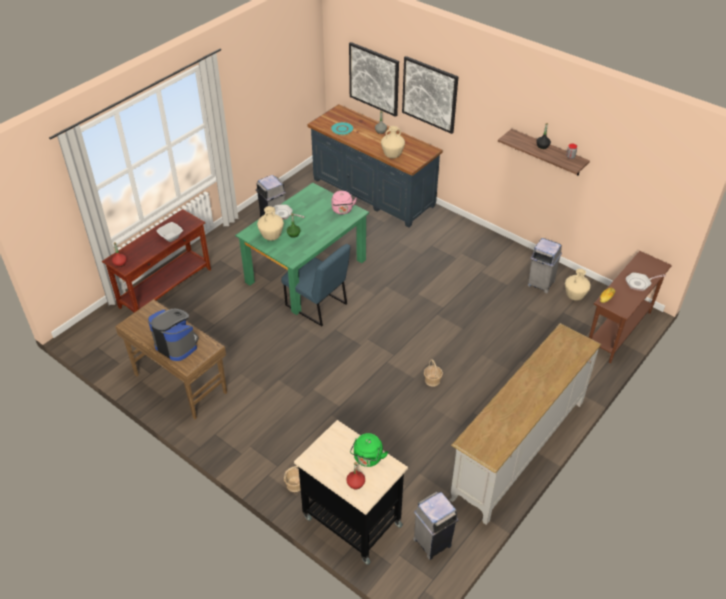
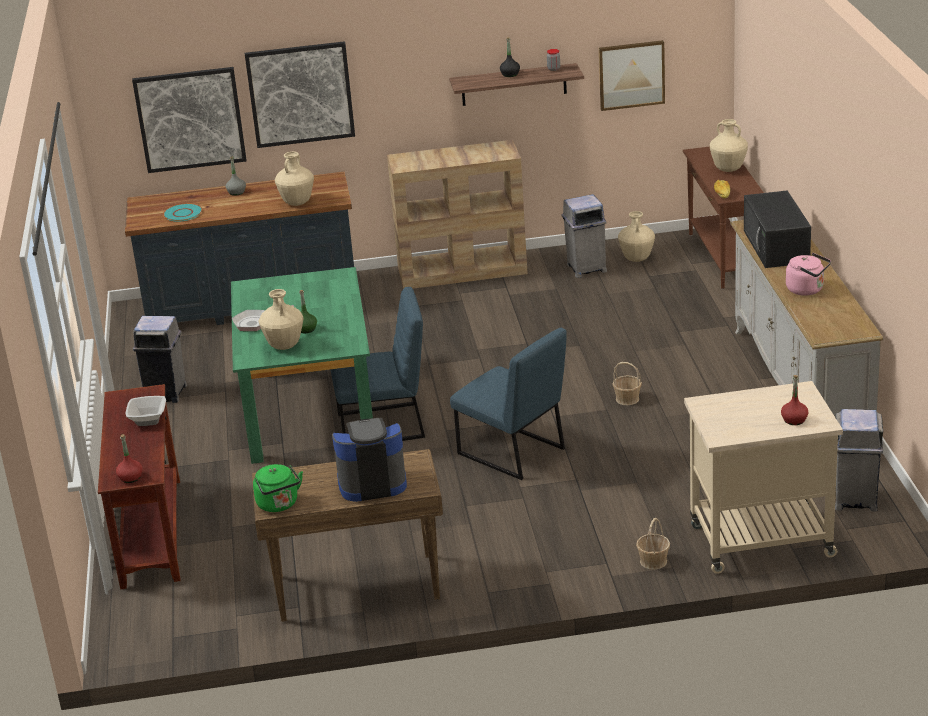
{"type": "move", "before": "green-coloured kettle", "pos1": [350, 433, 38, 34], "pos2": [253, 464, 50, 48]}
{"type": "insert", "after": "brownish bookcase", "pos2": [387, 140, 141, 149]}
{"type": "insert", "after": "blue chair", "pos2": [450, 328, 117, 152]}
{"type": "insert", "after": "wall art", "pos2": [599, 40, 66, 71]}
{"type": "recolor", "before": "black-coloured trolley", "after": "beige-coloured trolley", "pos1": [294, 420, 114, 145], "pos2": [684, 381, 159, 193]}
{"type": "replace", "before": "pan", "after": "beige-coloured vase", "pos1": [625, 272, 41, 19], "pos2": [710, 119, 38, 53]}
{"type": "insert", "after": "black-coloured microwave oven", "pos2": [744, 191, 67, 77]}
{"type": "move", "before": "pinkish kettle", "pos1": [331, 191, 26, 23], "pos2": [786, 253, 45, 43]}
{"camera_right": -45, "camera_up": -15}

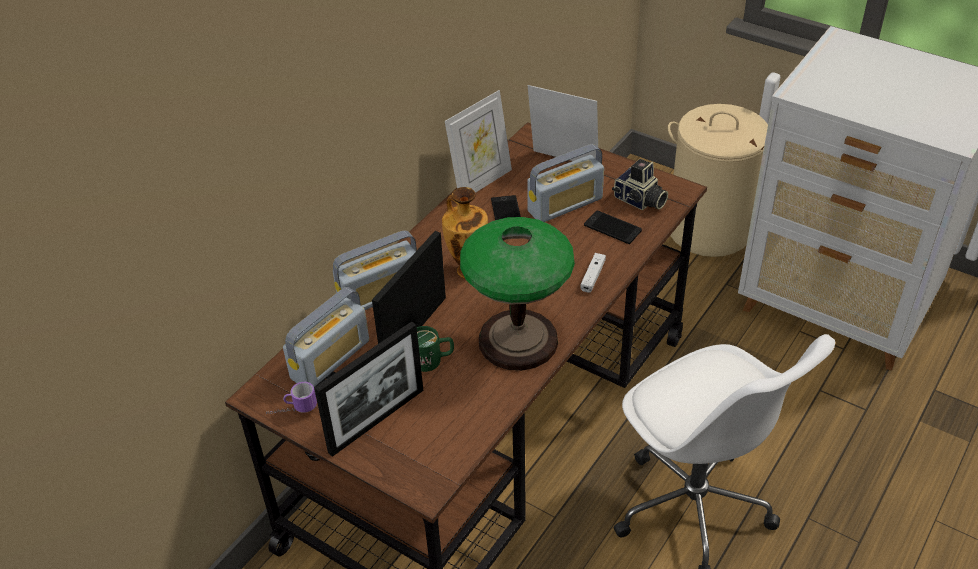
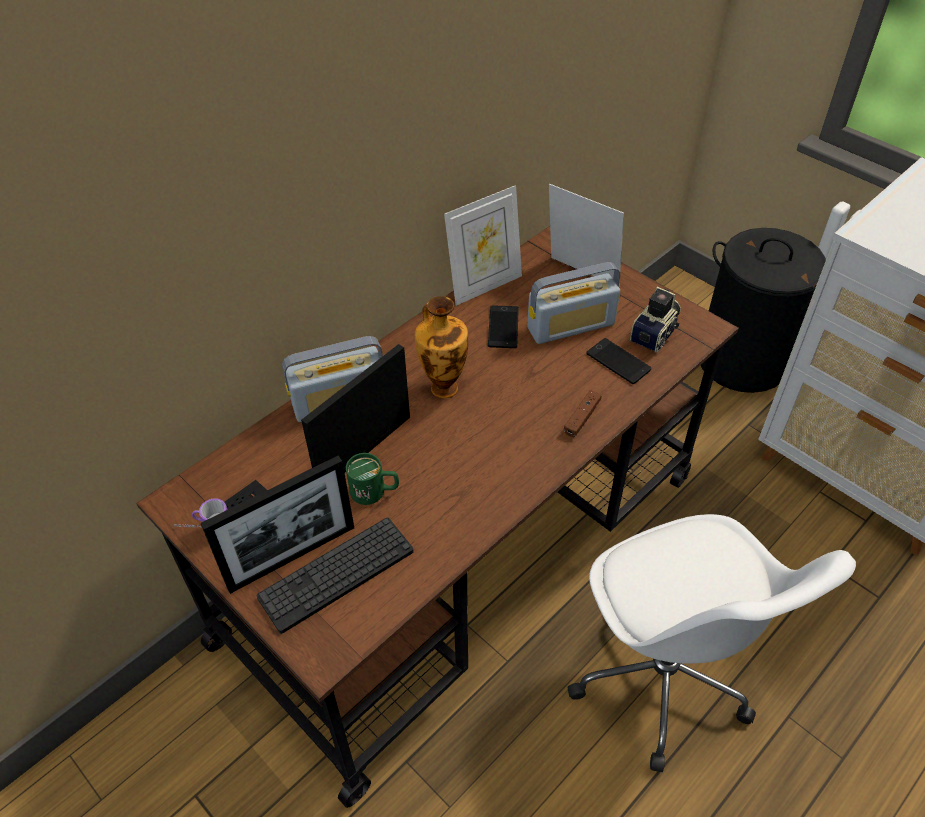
{"type": "insert", "after": "computer keyboard", "pos2": [257, 518, 157, 116]}
{"type": "recolor", "before": "whitish joypad", "after": "brownish joypad", "pos1": [581, 253, 25, 40], "pos2": [564, 390, 37, 47]}
{"type": "rotate", "before": "photo camera", "pos1": [612, 159, 56, 51], "pos2": [630, 287, 51, 65], "turn": -105}
{"type": "recolor", "before": "beige-coloured laundry basket", "after": "black-coloured laundry basket", "pos1": [668, 104, 100, 153], "pos2": [701, 228, 125, 165]}
{"type": "delete", "before": "radio receiver", "pos1": [283, 287, 86, 100]}
{"type": "delete", "before": "tabletop lamp", "pos1": [460, 217, 115, 154]}
{"camera_right": 10, "camera_up": 5}

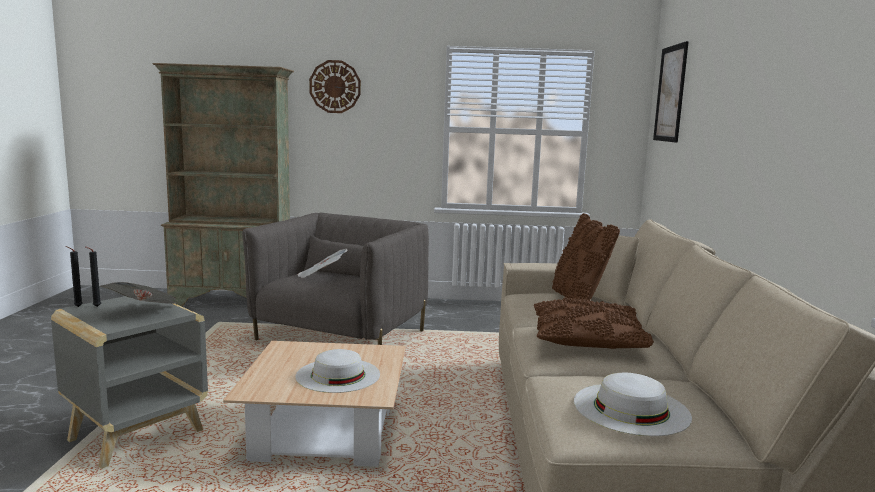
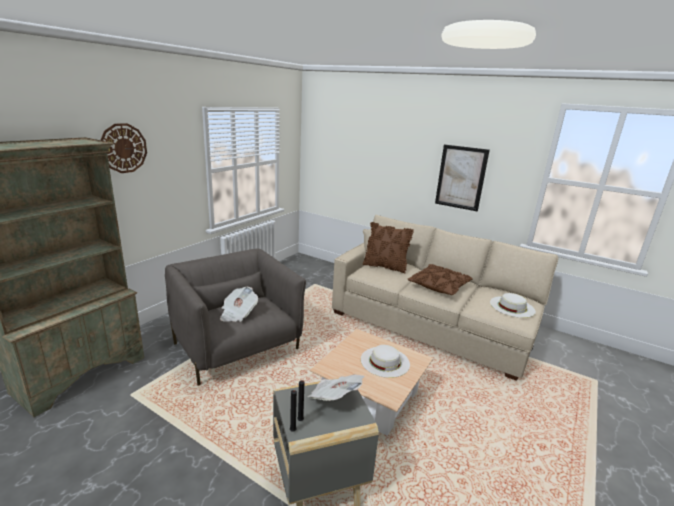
{"type": "move", "before": "wall art", "pos1": [653, 41, 36, 102], "pos2": [435, 144, 55, 67]}
{"camera_right": -60, "camera_up": 10}

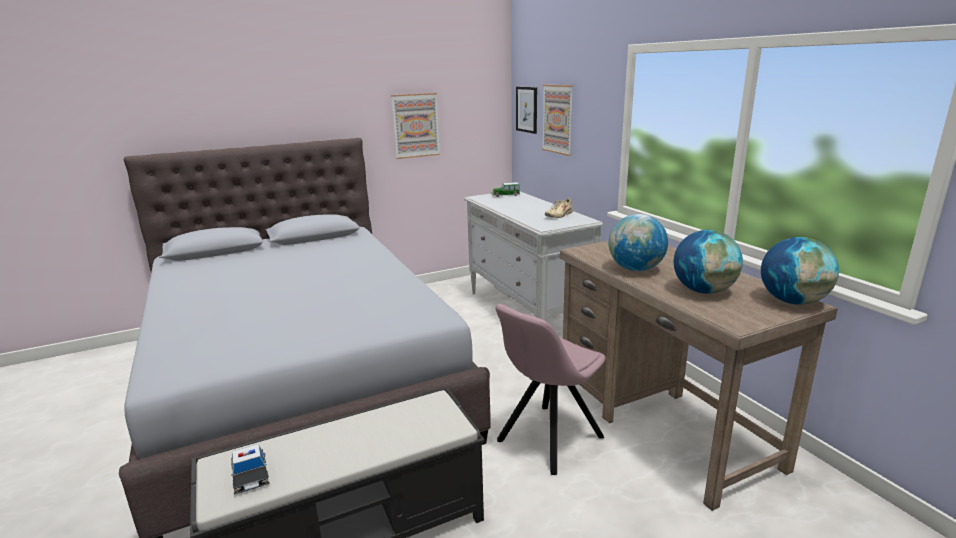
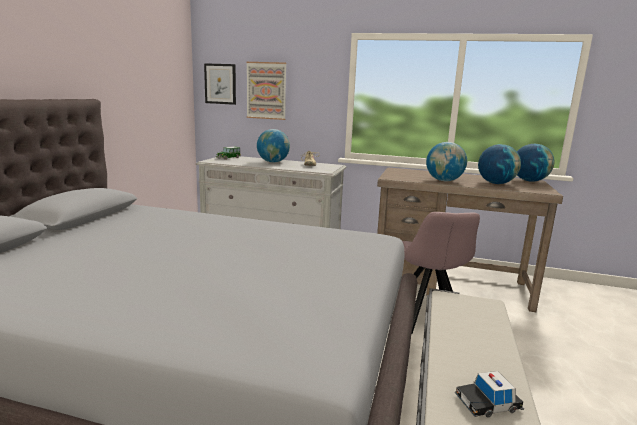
{"type": "insert", "after": "world globe", "pos2": [257, 129, 33, 34]}
{"type": "rotate", "before": "model car", "pos1": [231, 444, 39, 51], "pos2": [455, 371, 69, 47], "turn": 150}
{"type": "delete", "before": "wall art", "pos1": [391, 93, 49, 66]}
{"camera_right": -50, "camera_up": -5}

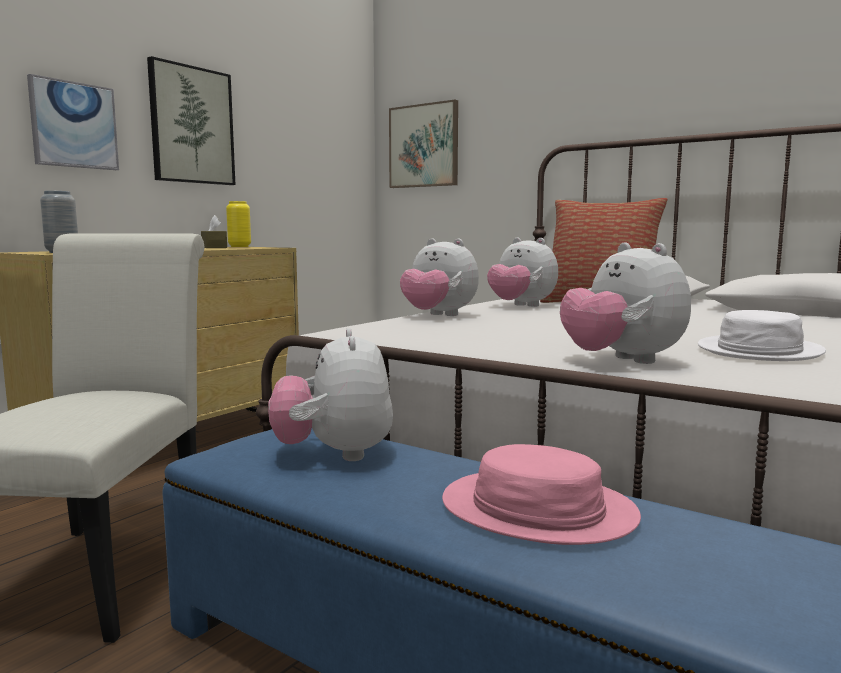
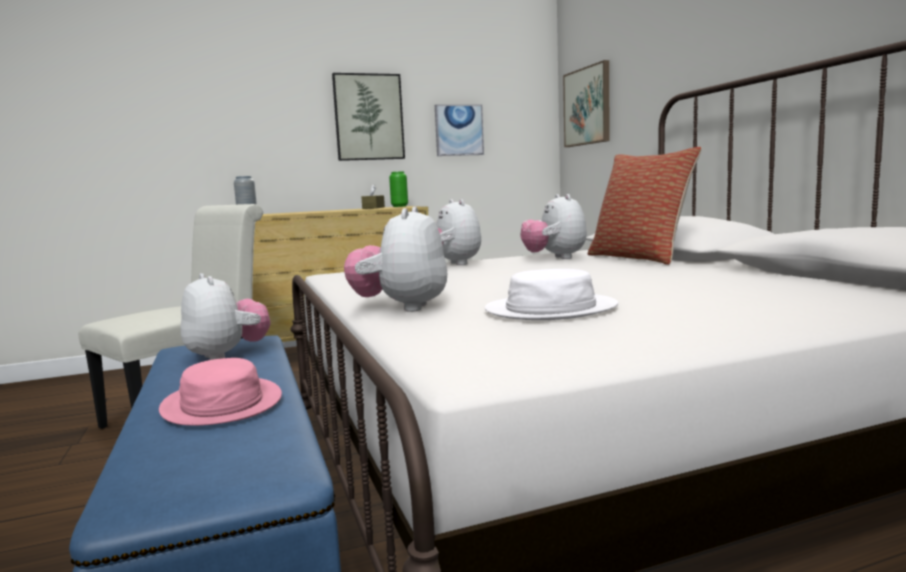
{"type": "rotate", "before": "plush toy", "pos1": [268, 328, 125, 133], "pos2": [181, 273, 90, 87], "turn": 120}
{"type": "recolor", "before": "yellow vase", "after": "green-coloured vase", "pos1": [226, 201, 25, 46], "pos2": [389, 171, 19, 36]}
{"type": "move", "before": "wall art", "pos1": [27, 74, 92, 96], "pos2": [435, 104, 49, 52]}
{"camera_right": 35, "camera_up": 0}

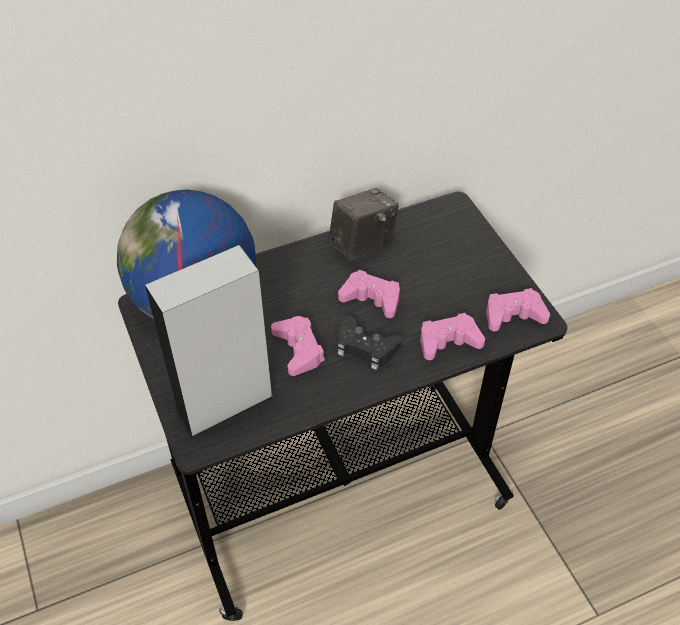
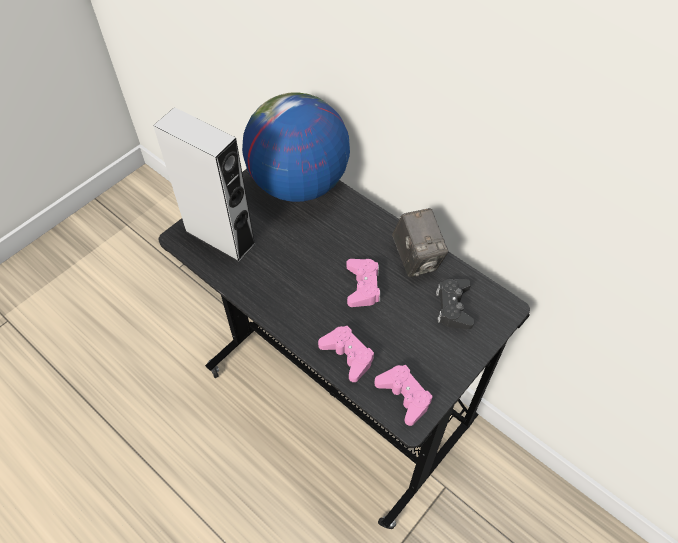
{"type": "rotate", "before": "photo camera", "pos1": [328, 188, 71, 73], "pos2": [392, 208, 57, 69], "turn": 45}
{"type": "move", "before": "black-coloured joypad", "pos1": [337, 316, 65, 54], "pos2": [436, 279, 38, 50]}
{"type": "delete", "before": "pinkish joypad", "pos1": [271, 316, 54, 60]}
{"camera_right": 65, "camera_up": 5}

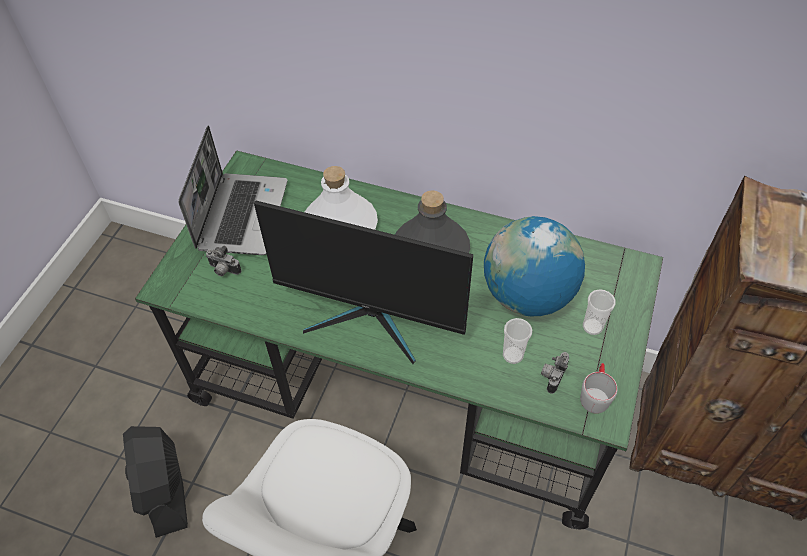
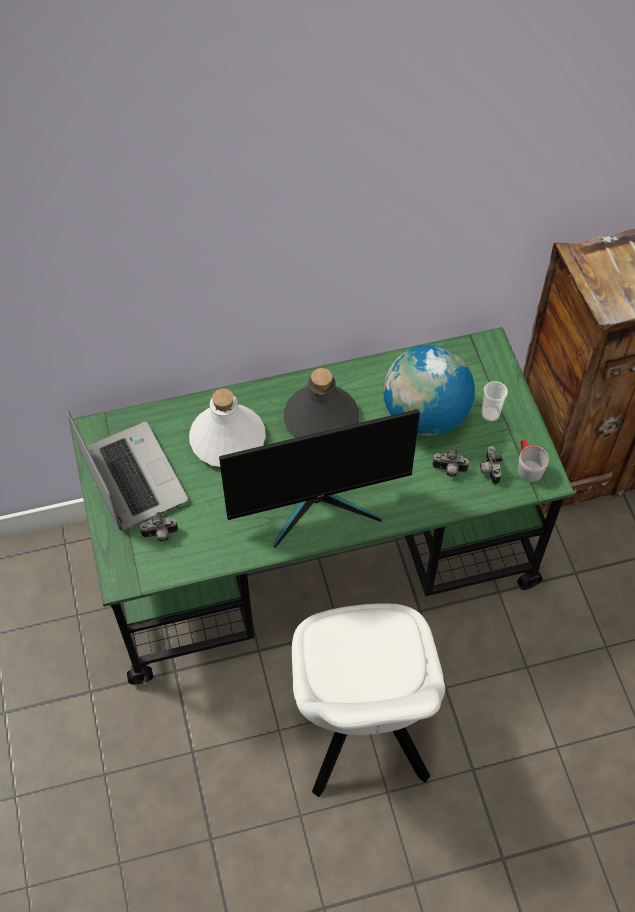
{"type": "replace", "before": "drinking cup", "after": "photo camera", "pos1": [503, 318, 29, 46], "pos2": [432, 448, 37, 29]}
{"type": "delete", "before": "black-coloured fan", "pos1": [123, 426, 65, 112]}
{"camera_right": -35, "camera_up": 5}

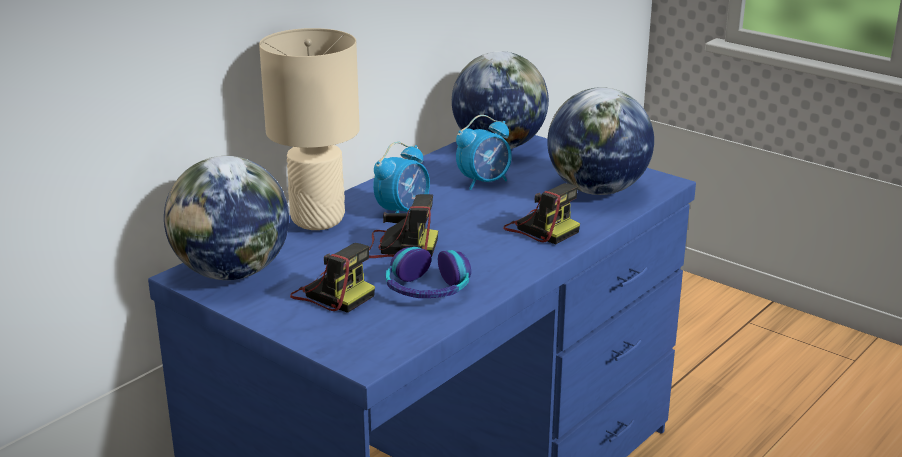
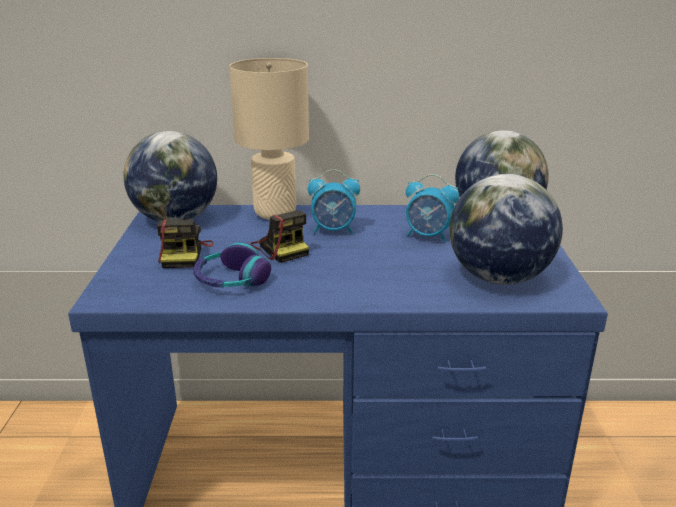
{"type": "delete", "before": "photo camera", "pos1": [503, 183, 77, 61]}
{"camera_right": 50, "camera_up": 0}

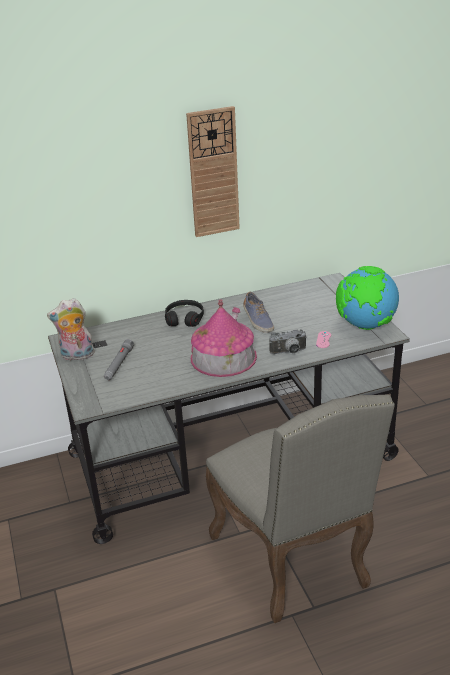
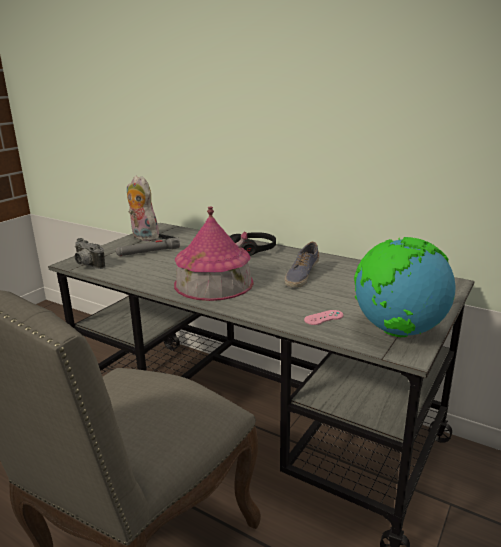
{"type": "move", "before": "photo camera", "pos1": [269, 329, 38, 25], "pos2": [75, 238, 30, 31]}
{"type": "delete", "before": "wall clock", "pos1": [186, 106, 54, 131]}
{"camera_right": 50, "camera_up": -10}

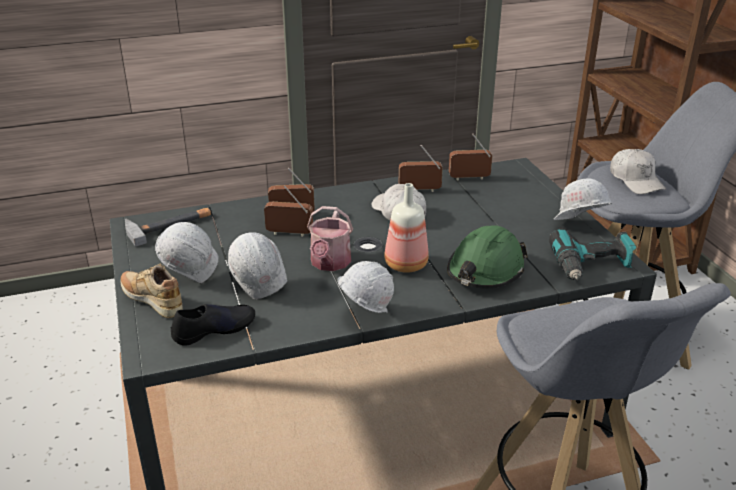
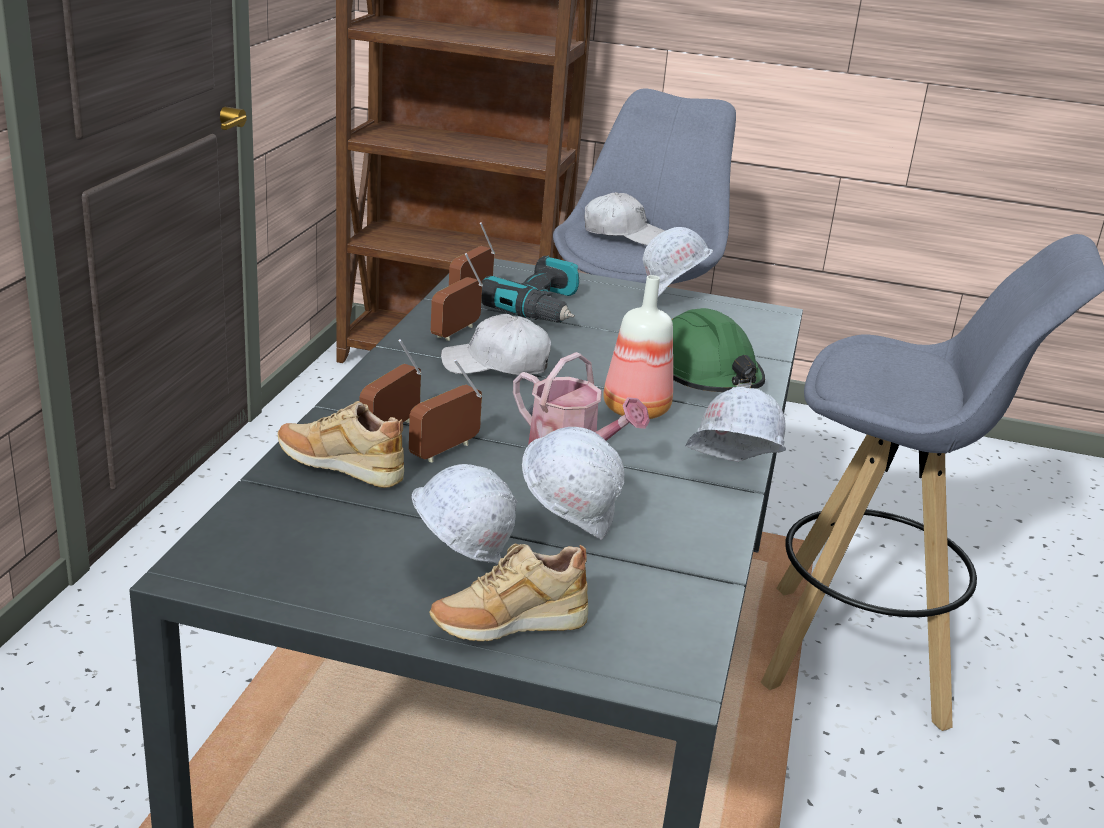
{"type": "insert", "after": "beige-coloured shoe", "pos2": [278, 401, 126, 87]}
{"type": "move", "before": "electric drill", "pos1": [549, 229, 87, 51], "pos2": [481, 256, 98, 67]}
{"type": "delete", "before": "hand hammer", "pos1": [125, 208, 86, 38]}
{"type": "delete", "before": "black-coloured shoe", "pos1": [171, 304, 84, 42]}
{"camera_right": -60, "camera_up": -5}

